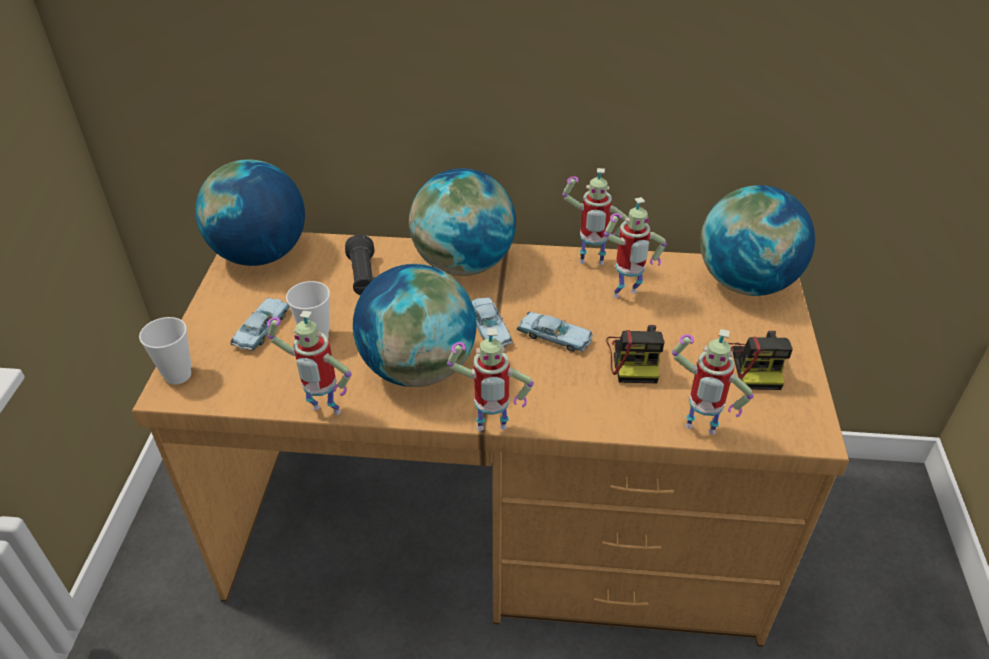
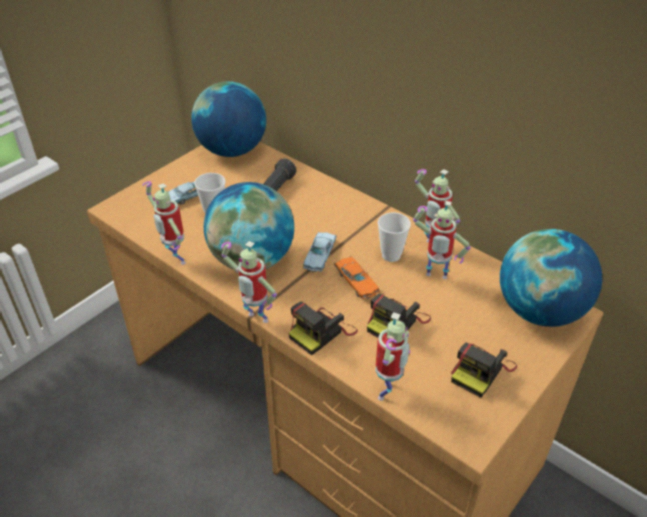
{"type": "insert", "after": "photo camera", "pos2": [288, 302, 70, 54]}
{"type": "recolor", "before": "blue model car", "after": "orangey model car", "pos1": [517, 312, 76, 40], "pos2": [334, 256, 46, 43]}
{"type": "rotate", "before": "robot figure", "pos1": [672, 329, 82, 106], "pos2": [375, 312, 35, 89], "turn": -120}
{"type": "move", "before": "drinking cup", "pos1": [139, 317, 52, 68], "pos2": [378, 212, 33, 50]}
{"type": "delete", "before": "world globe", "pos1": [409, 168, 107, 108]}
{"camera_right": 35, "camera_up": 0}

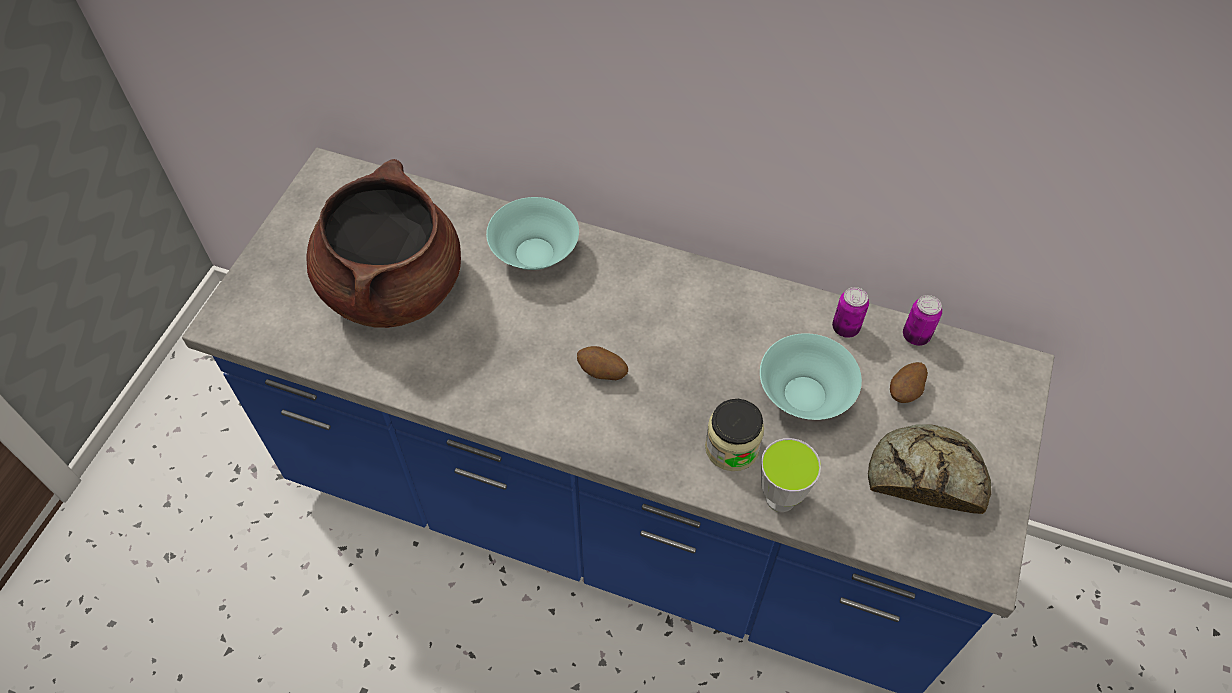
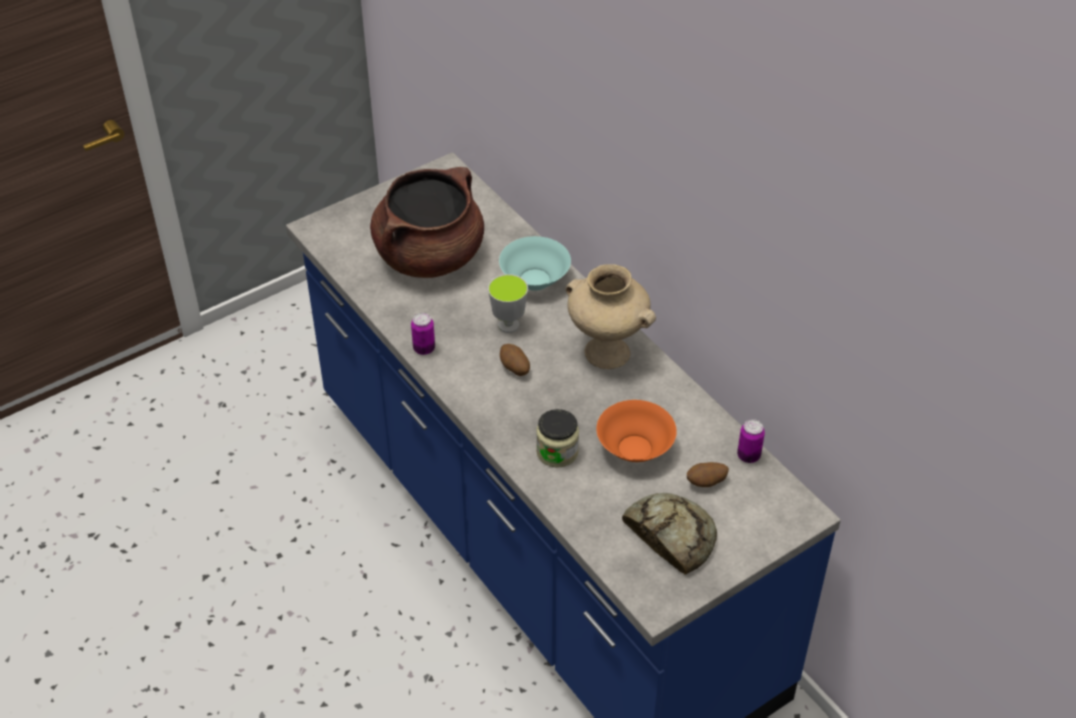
{"type": "move", "before": "metal can", "pos1": [832, 287, 37, 51], "pos2": [411, 313, 24, 42]}
{"type": "move", "before": "drinking cup", "pos1": [761, 438, 60, 74], "pos2": [488, 274, 40, 59]}
{"type": "insert", "after": "beige-coloured vase", "pos2": [566, 264, 90, 105]}
{"type": "recolor", "before": "turquoise deep dish", "after": "orangey deep dish", "pos1": [760, 333, 102, 87], "pos2": [596, 400, 81, 62]}
{"camera_right": 35, "camera_up": -10}

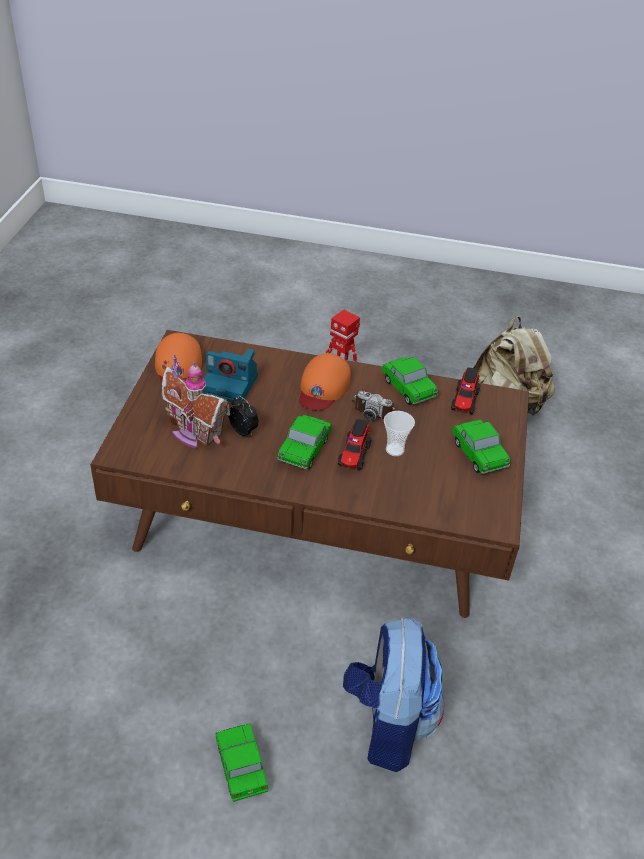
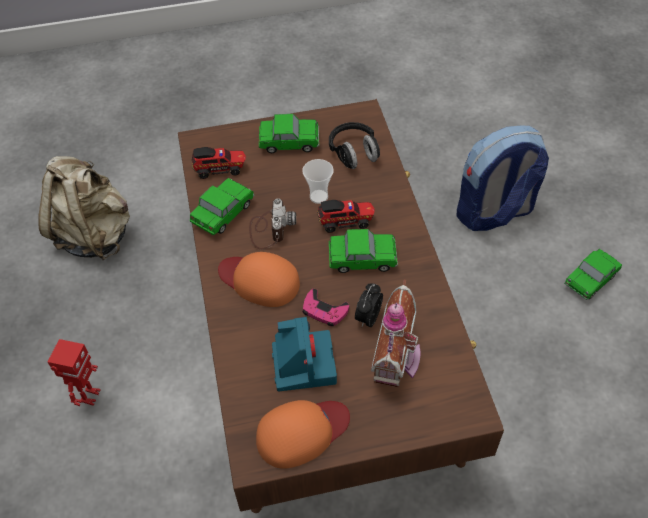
{"type": "rotate", "before": "orangey baseball cap", "pos1": [299, 353, 52, 58], "pos2": [218, 252, 82, 55], "turn": -150}
{"type": "rotate", "before": "model car", "pos1": [452, 420, 58, 54], "pos2": [259, 114, 60, 39], "turn": 45}
{"type": "insert", "after": "pinkish joypad", "pos2": [302, 289, 47, 38]}
{"type": "insert", "after": "black-coloured headphones", "pos2": [329, 122, 51, 47]}
{"camera_right": -110, "camera_up": 10}

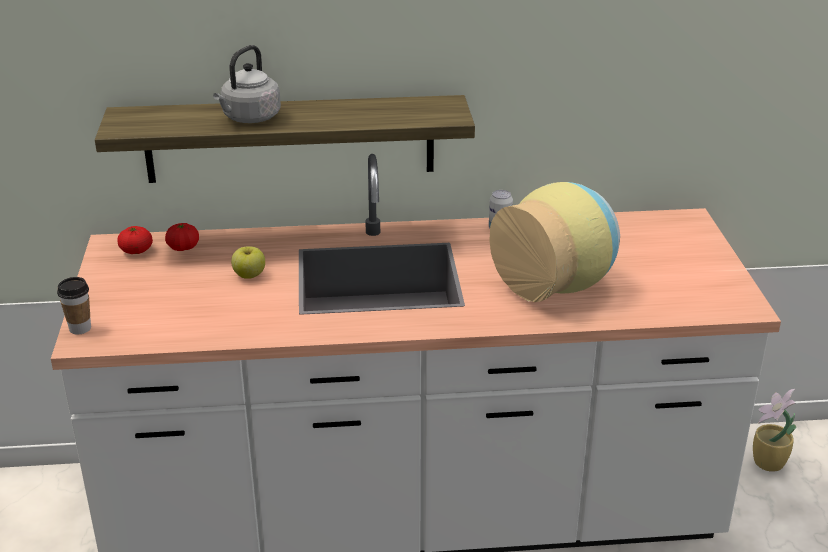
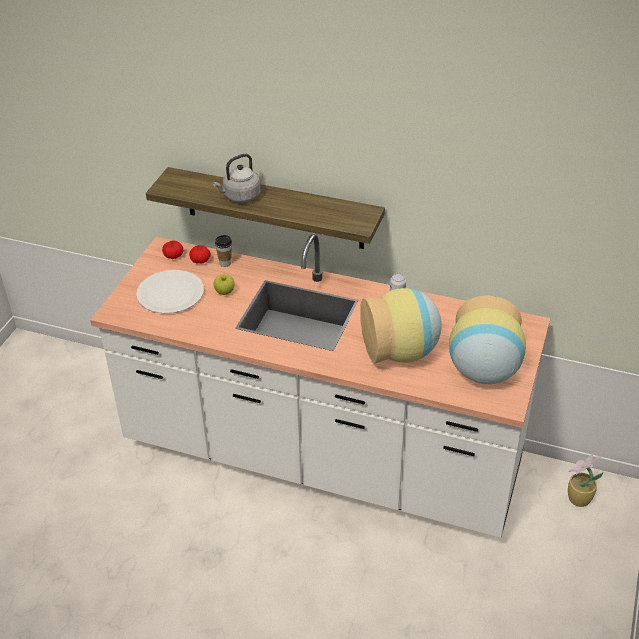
{"type": "insert", "after": "whitish dinner plate", "pos2": [136, 270, 68, 44]}
{"type": "move", "before": "drinking cup", "pos1": [57, 277, 34, 58], "pos2": [215, 235, 17, 32]}
{"type": "insert", "after": "vase", "pos2": [449, 295, 77, 89]}
{"camera_right": 25, "camera_up": 10}

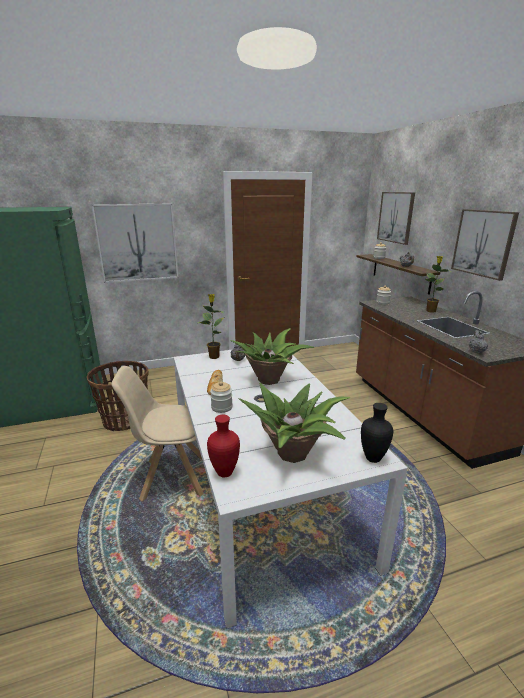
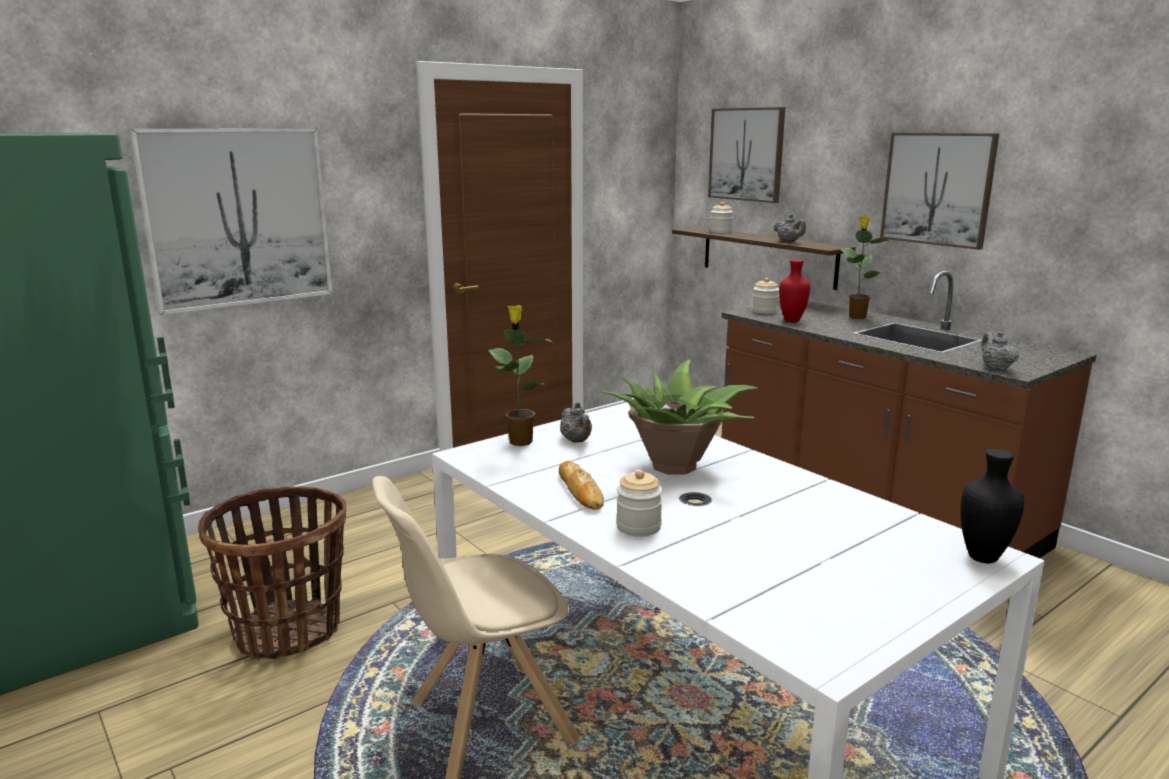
{"type": "move", "before": "red-coloured vase", "pos1": [207, 415, 33, 62], "pos2": [779, 259, 31, 63]}
{"type": "delete", "before": "potted plant", "pos1": [238, 383, 112, 80]}
{"camera_right": -20, "camera_up": -5}

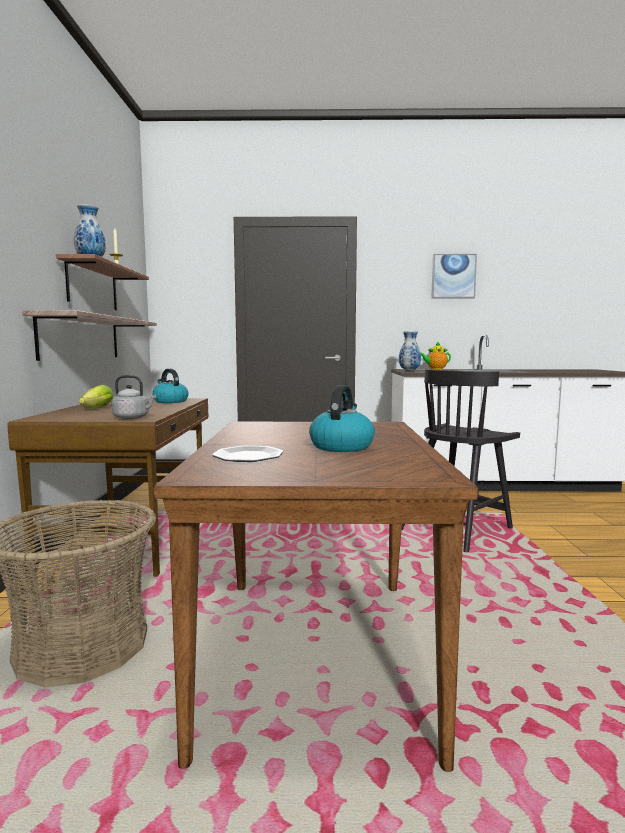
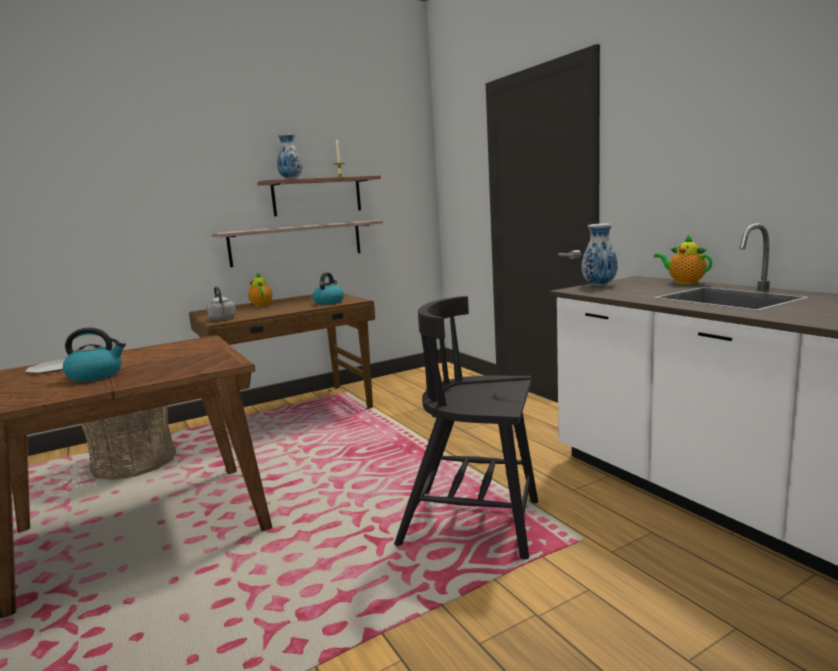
{"type": "replace", "before": "lettuce head", "after": "teapot", "pos1": [79, 385, 35, 24], "pos2": [248, 272, 24, 35]}
{"type": "delete", "before": "wall art", "pos1": [431, 254, 46, 45]}
{"camera_right": 60, "camera_up": 5}

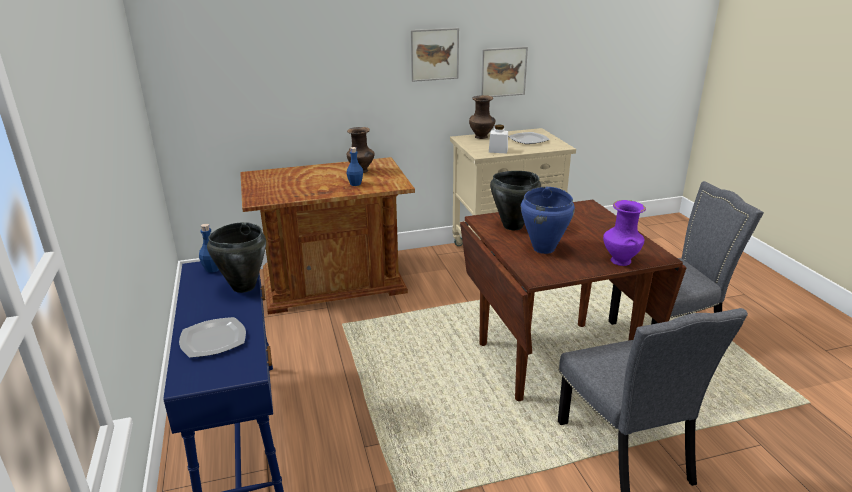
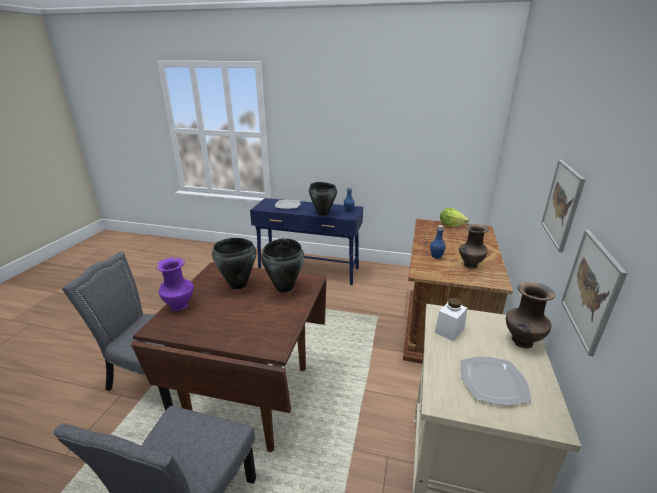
{"type": "recolor", "before": "blue stockpot", "after": "black-coloured stockpot", "pos1": [521, 187, 54, 67], "pos2": [212, 238, 45, 52]}
{"type": "insert", "after": "lettuce head", "pos2": [440, 208, 29, 19]}
{"camera_right": 120, "camera_up": 0}

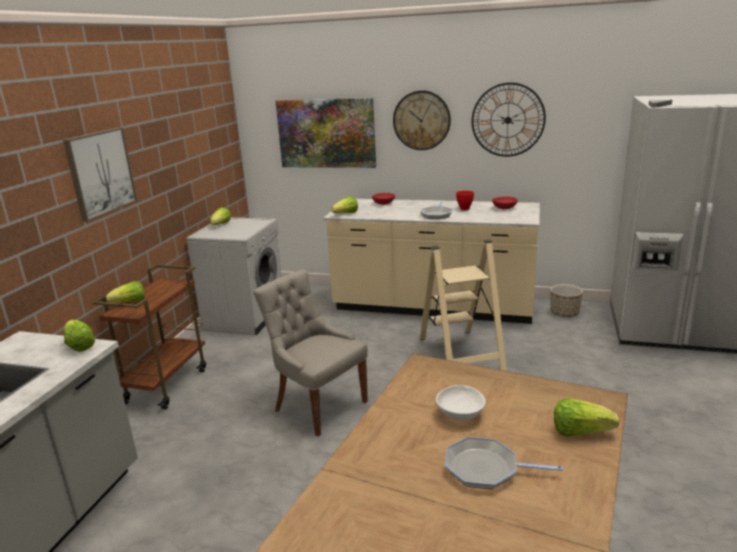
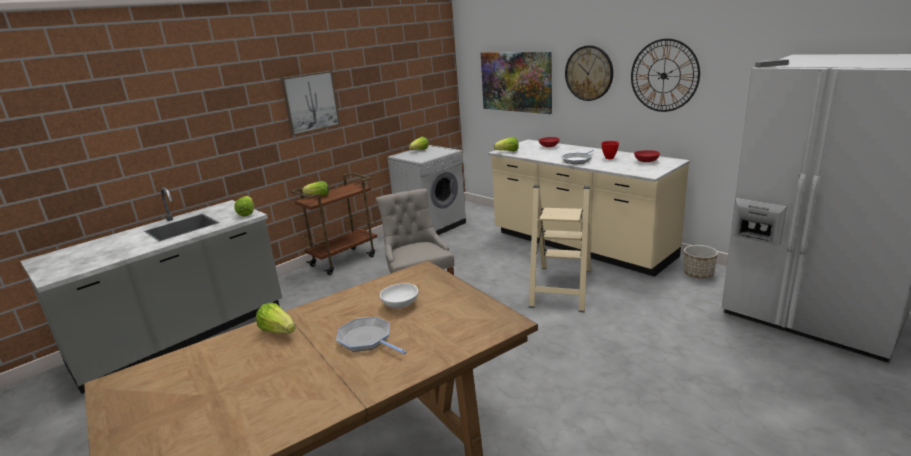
{"type": "move", "before": "lettuce head", "pos1": [554, 398, 65, 38], "pos2": [256, 303, 39, 31]}
{"camera_right": 30, "camera_up": 0}

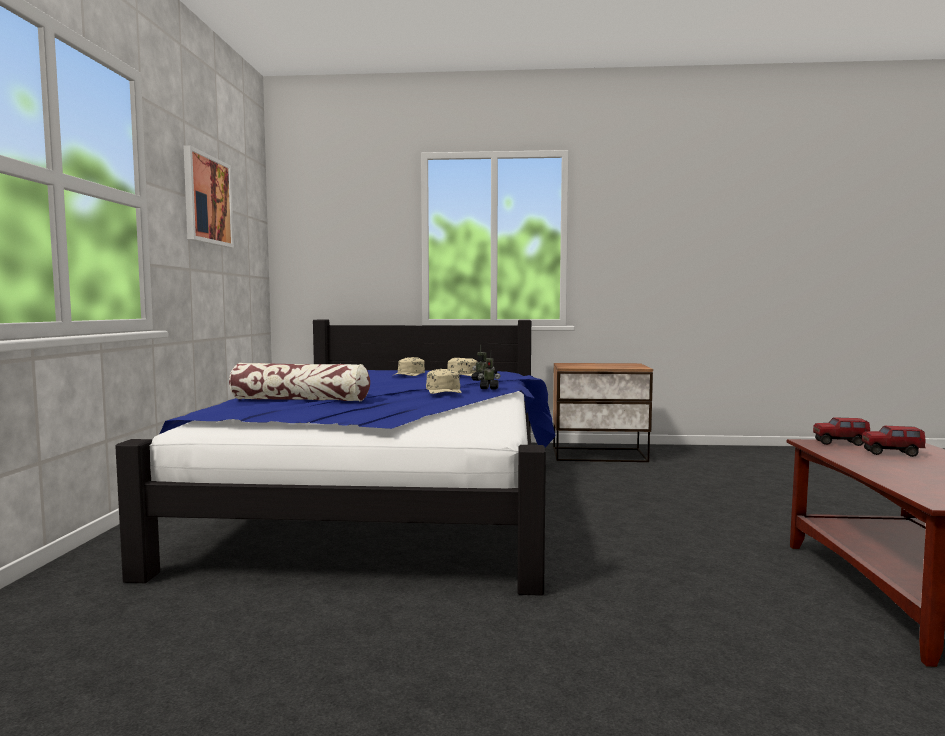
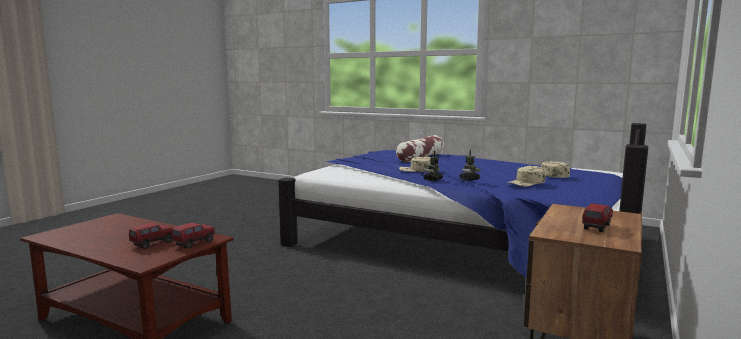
{"type": "insert", "after": "toy truck", "pos2": [582, 203, 31, 29]}
{"type": "delete", "before": "wall art", "pos1": [184, 145, 50, 103]}
{"camera_right": 115, "camera_up": 5}

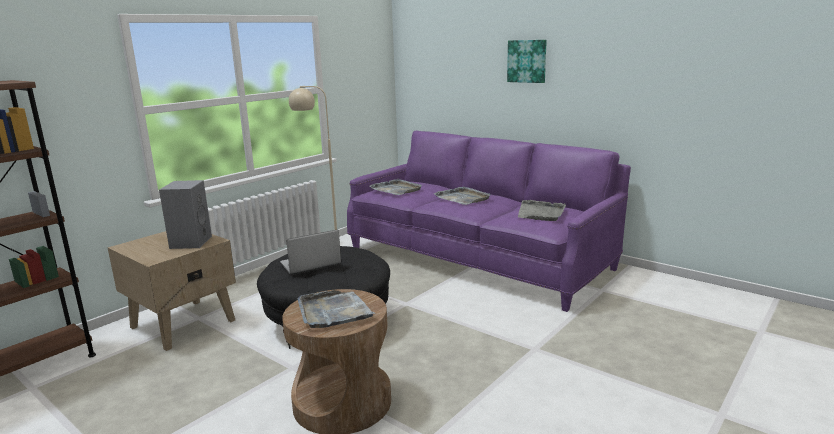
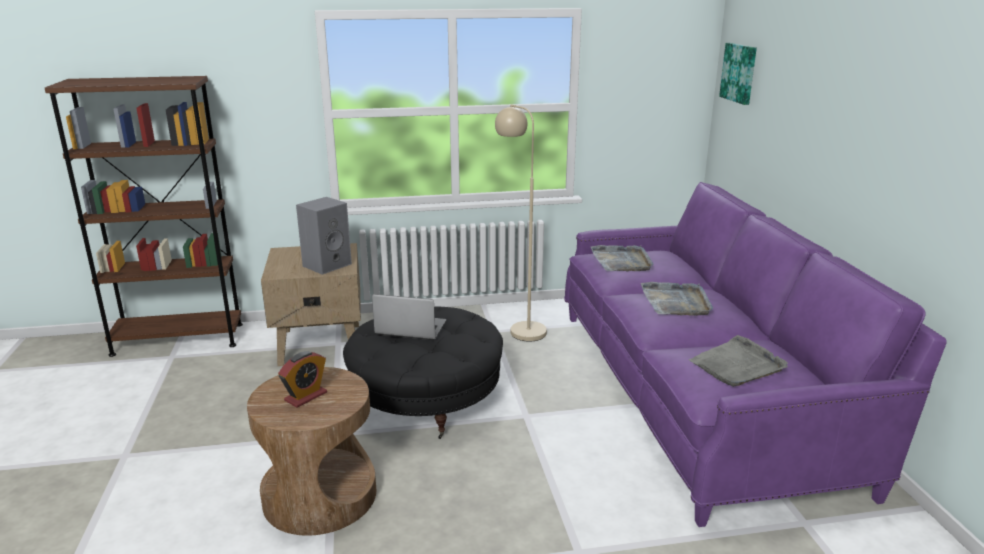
{"type": "replace", "before": "gray carrying tray", "after": "alarm clock", "pos1": [297, 290, 79, 38], "pos2": [278, 351, 49, 57]}
{"type": "move", "before": "wall art", "pos1": [507, 40, 40, 43], "pos2": [719, 43, 38, 62]}
{"camera_right": 40, "camera_up": 5}

